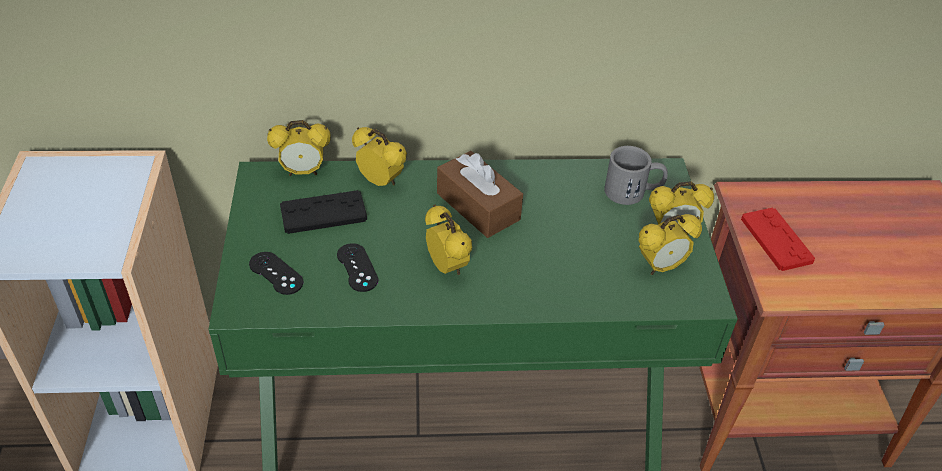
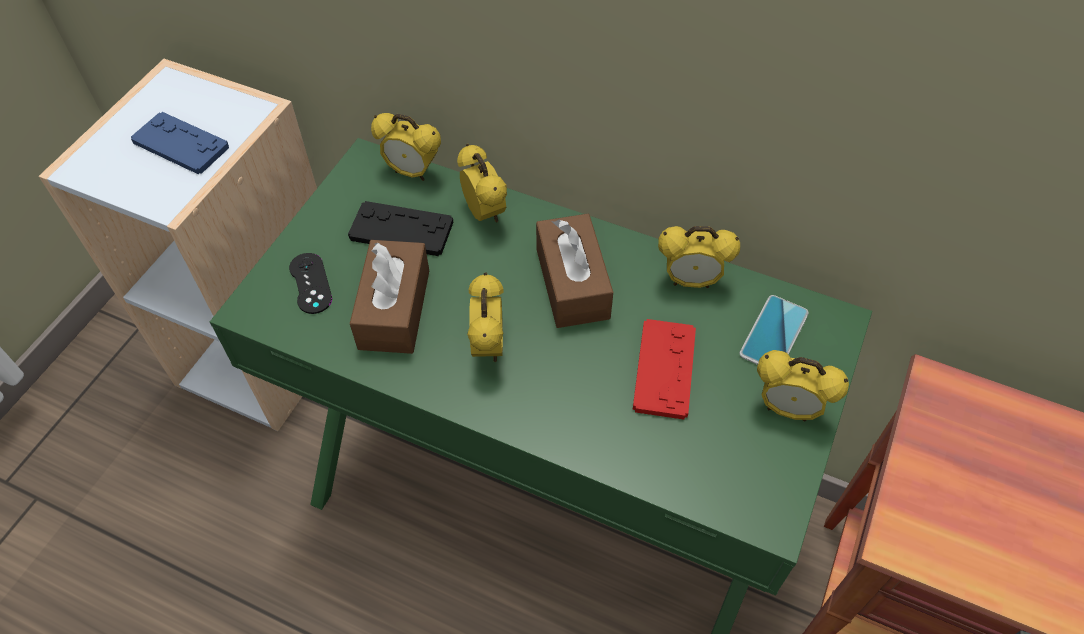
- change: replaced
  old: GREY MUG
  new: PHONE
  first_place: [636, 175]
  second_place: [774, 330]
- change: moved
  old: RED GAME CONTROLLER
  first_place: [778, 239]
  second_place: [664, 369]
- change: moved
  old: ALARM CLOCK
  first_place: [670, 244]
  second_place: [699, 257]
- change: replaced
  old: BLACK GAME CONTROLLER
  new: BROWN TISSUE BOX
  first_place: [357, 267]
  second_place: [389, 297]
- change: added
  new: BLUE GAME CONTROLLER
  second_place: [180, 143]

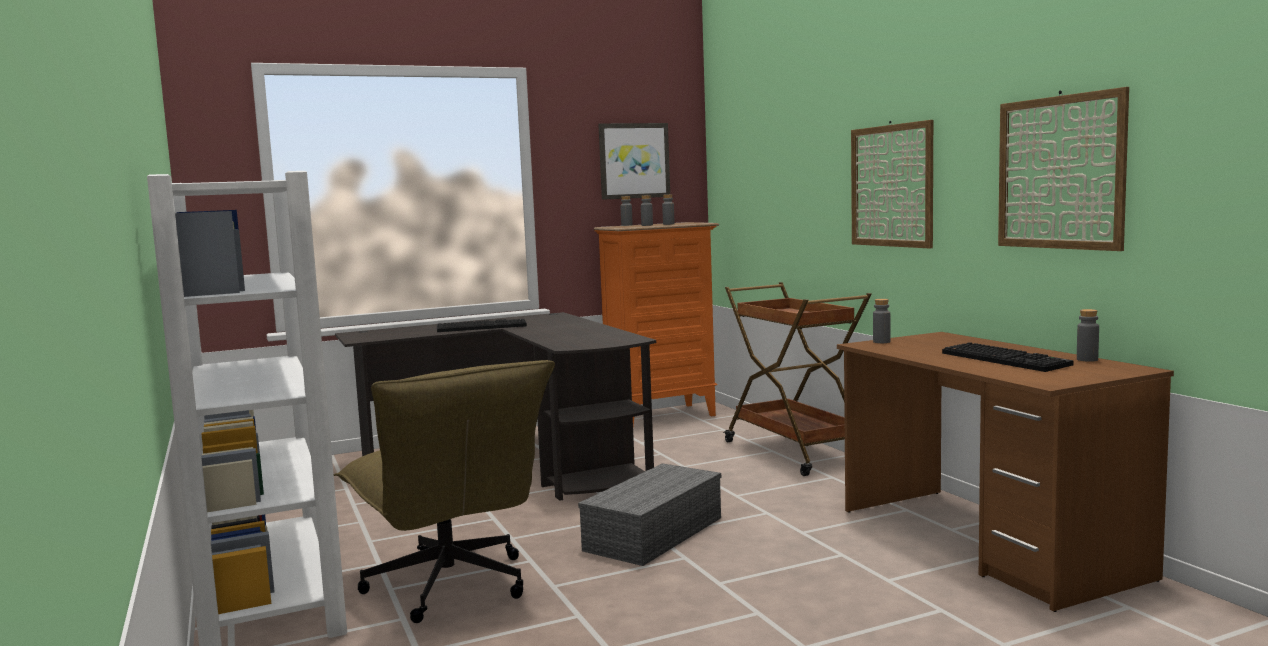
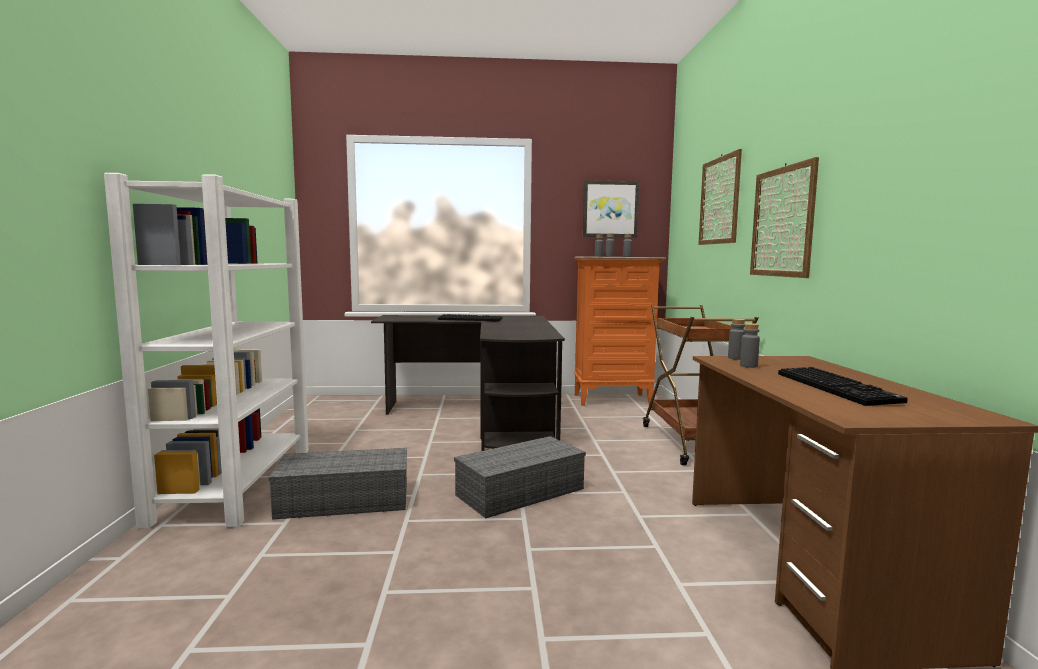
- change: moved
  old: PICTURE
  first_place: [1063, 169]
  second_place: [720, 197]
- change: moved
  old: GREY BOTTLE
  first_place: [1088, 335]
  second_place: [750, 345]
- change: replaced
  old: BEIGE OFFICE CHAIR
  new: GREY STORAGE BOX
  first_place: [444, 491]
  second_place: [337, 484]

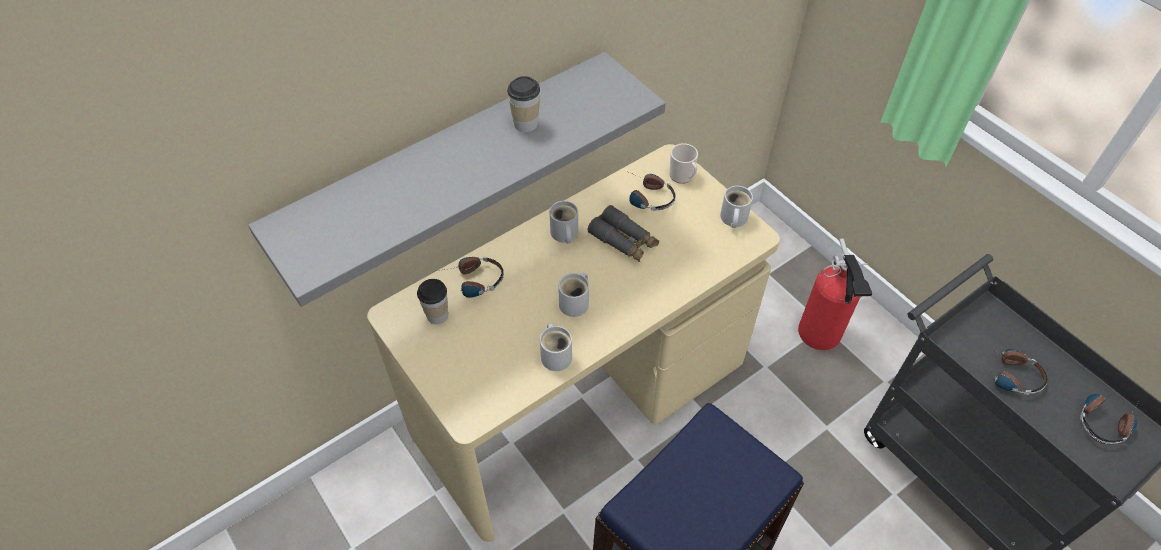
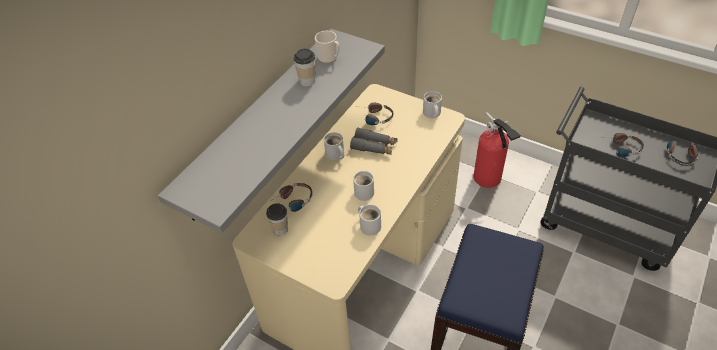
- change: moved
  old: MUG
  first_place: [684, 163]
  second_place: [327, 47]

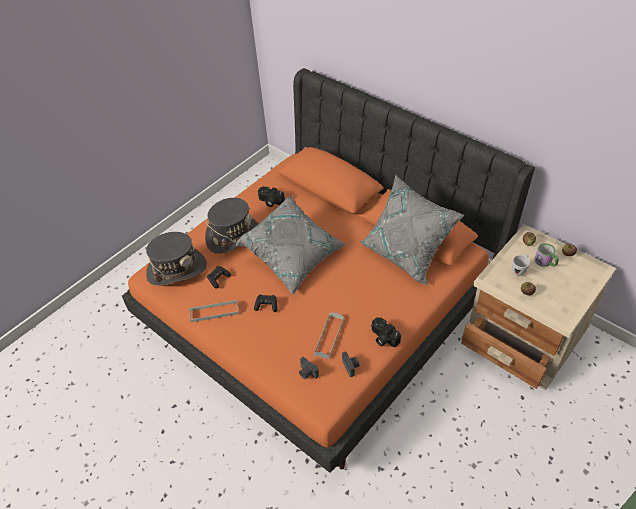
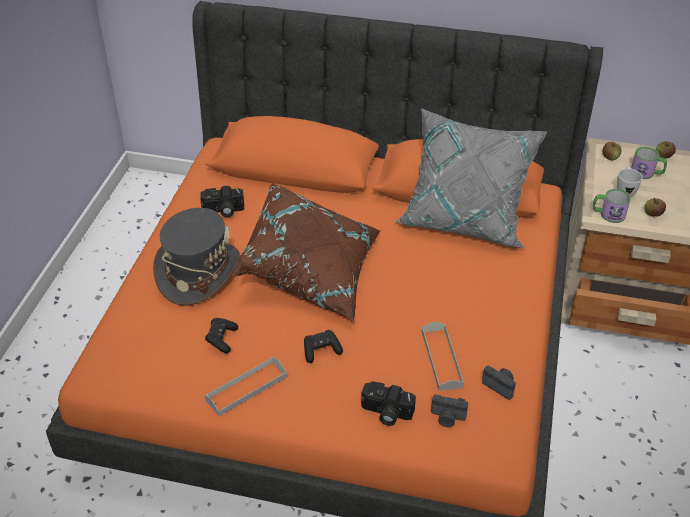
- change: recoloured
  old: GREY PILLOW
  new: BROWN PILLOW
  first_place: [290, 245]
  second_place: [307, 252]
- change: removed
  old: GREY HAT
  first_place: [176, 259]
- change: moved
  old: PHOTO CAMERA
  first_place: [386, 332]
  second_place: [388, 403]
- change: added
  new: MUG
  second_place: [612, 206]

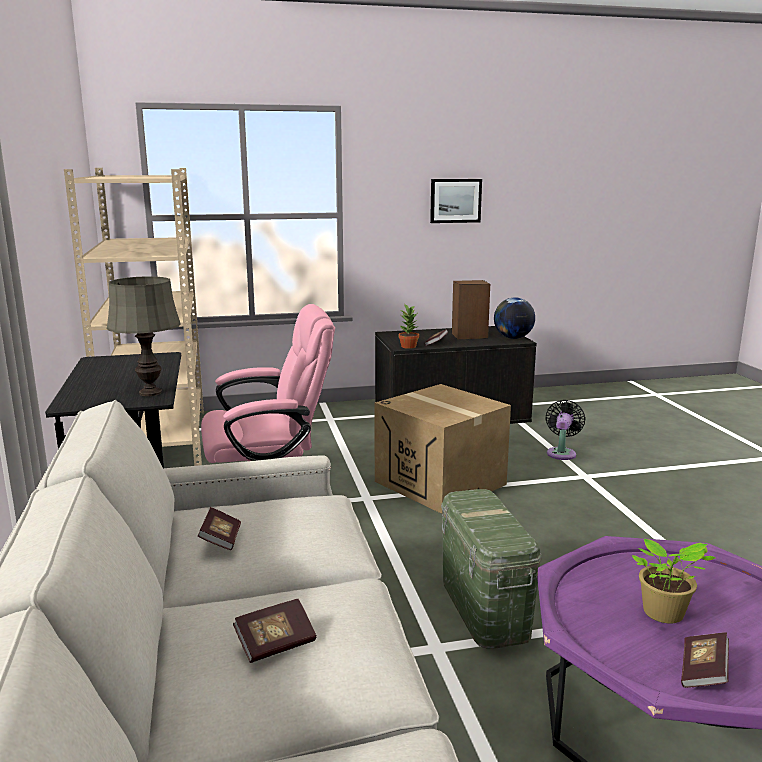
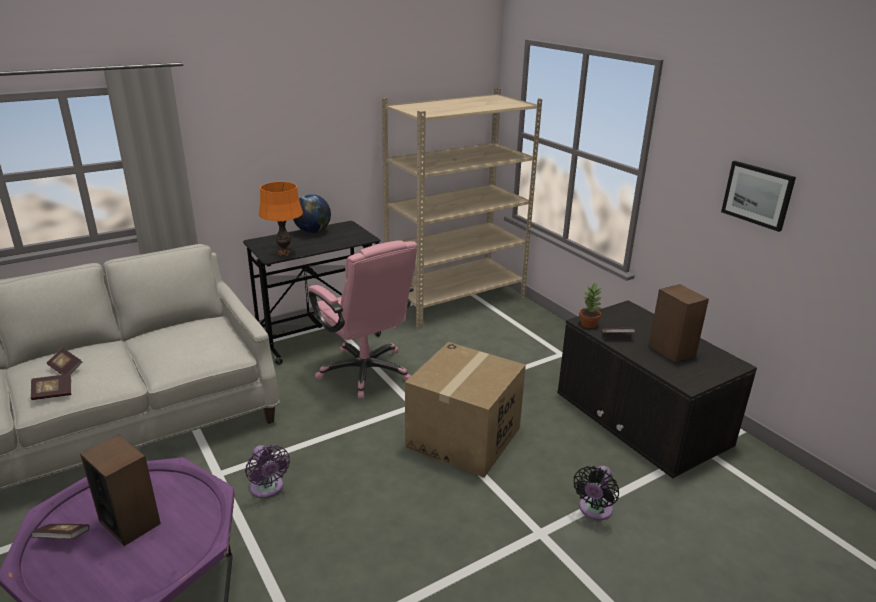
- change: recoloured
  old: GREY TABLE LAMP
  new: ORANGE TABLE LAMP
  first_place: [144, 336]
  second_place: [281, 219]
- change: moved
  old: GLOBE
  first_place: [514, 318]
  second_place: [312, 213]
- change: turned
  old: BLACK FAN
  first_place: [565, 430]
  second_place: [596, 493]
  degrees: 120
- change: replaced
  old: GREEN STORAGE BOX
  new: PURPLE FAN
  first_place: [491, 569]
  second_place: [267, 471]
- change: moved
  old: BOOK
  first_place: [219, 528]
  second_place: [51, 387]
- change: replaced
  old: POTTED PLANT
  new: SPEAKER
  first_place: [673, 581]
  second_place: [120, 490]

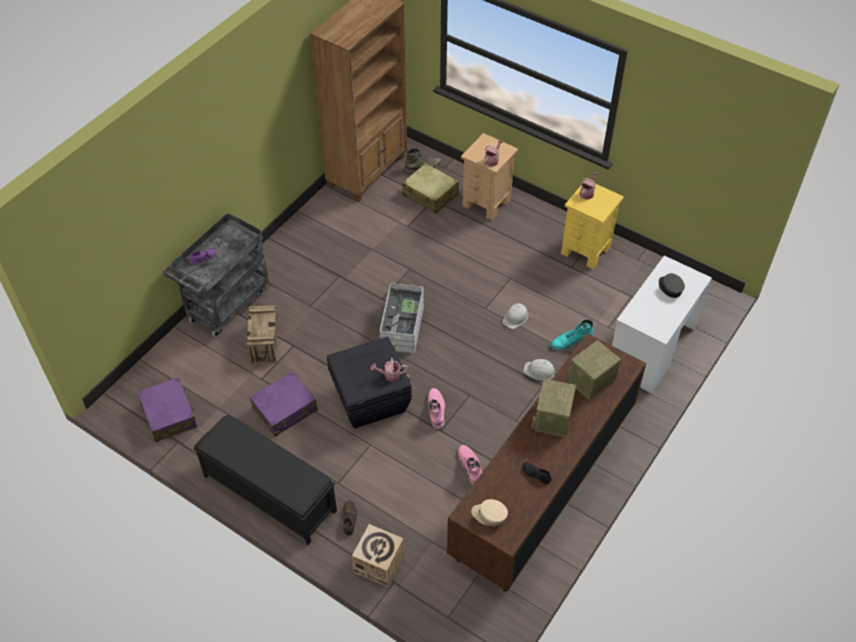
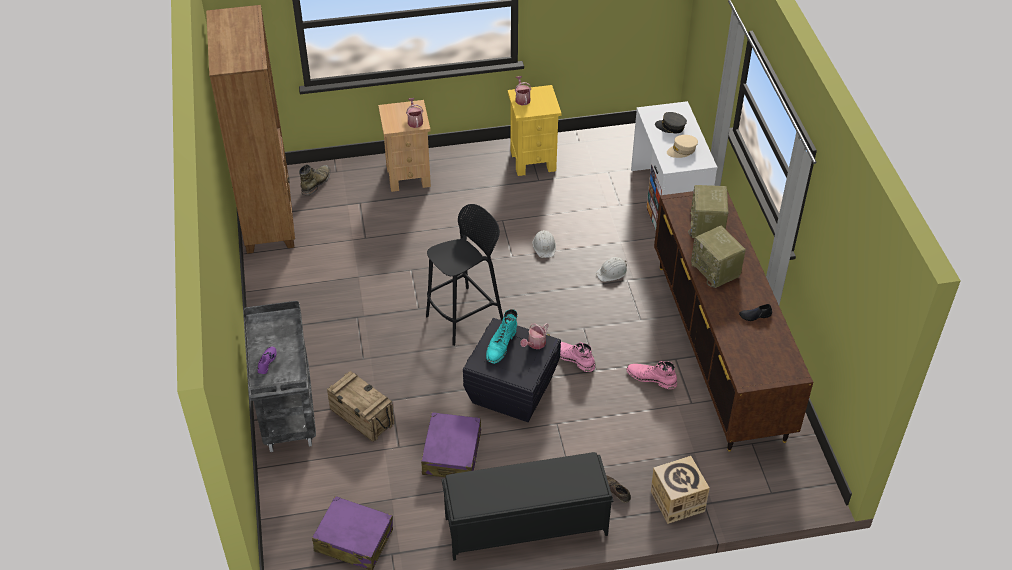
- change: removed
  old: BEIGE SUITCASE
  first_place: [430, 188]
- change: replaced
  old: GREY STORAGE BOX
  new: BLACK STOOL
  first_place: [402, 318]
  second_place: [464, 275]
- change: moved
  old: TURQUOISE BOOT
  first_place: [571, 334]
  second_place: [502, 336]
- change: moved
  old: BEIGE CAP
  first_place: [489, 512]
  second_place: [682, 146]

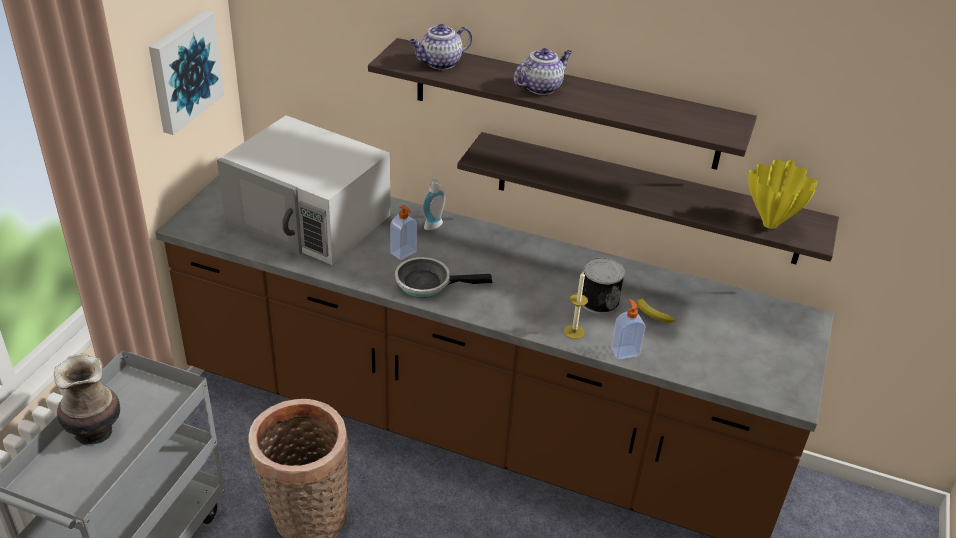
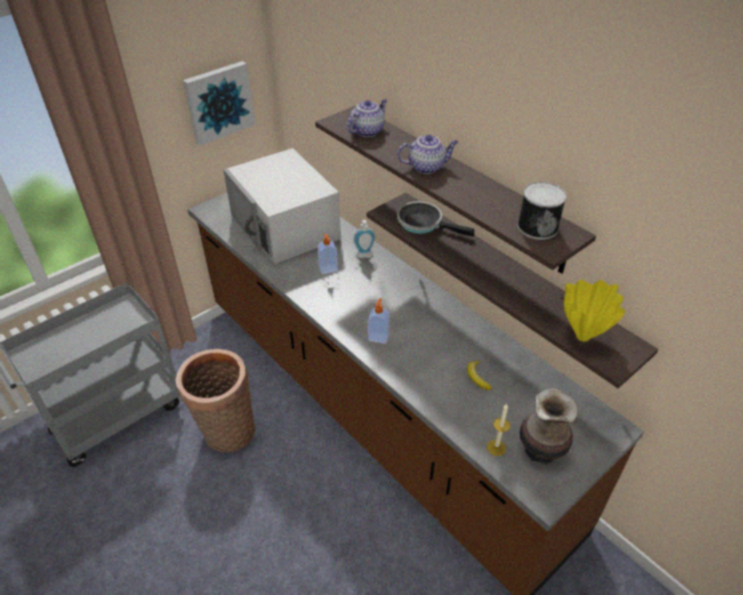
- change: turned
  old: TEAPOT
  first_place: [441, 47]
  second_place: [367, 118]
  degrees: 135
- change: moved
  old: FRYING PAN
  first_place: [443, 277]
  second_place: [435, 219]
- change: moved
  old: CAN
  first_place: [603, 285]
  second_place: [542, 211]
- change: moved
  old: CANDLE
  first_place: [576, 305]
  second_place: [498, 430]
- change: moved
  old: SOAP DISPENSER
  first_place: [628, 329]
  second_place: [379, 321]
- change: moved
  old: VASE
  first_place: [87, 399]
  second_place: [548, 426]

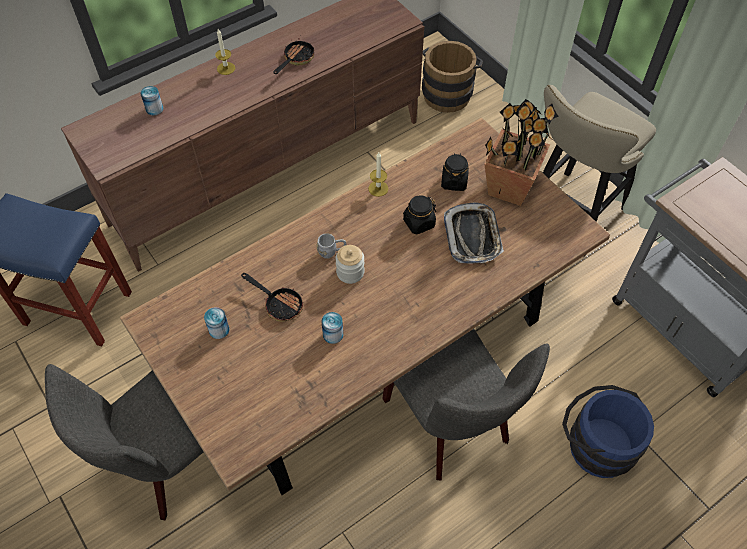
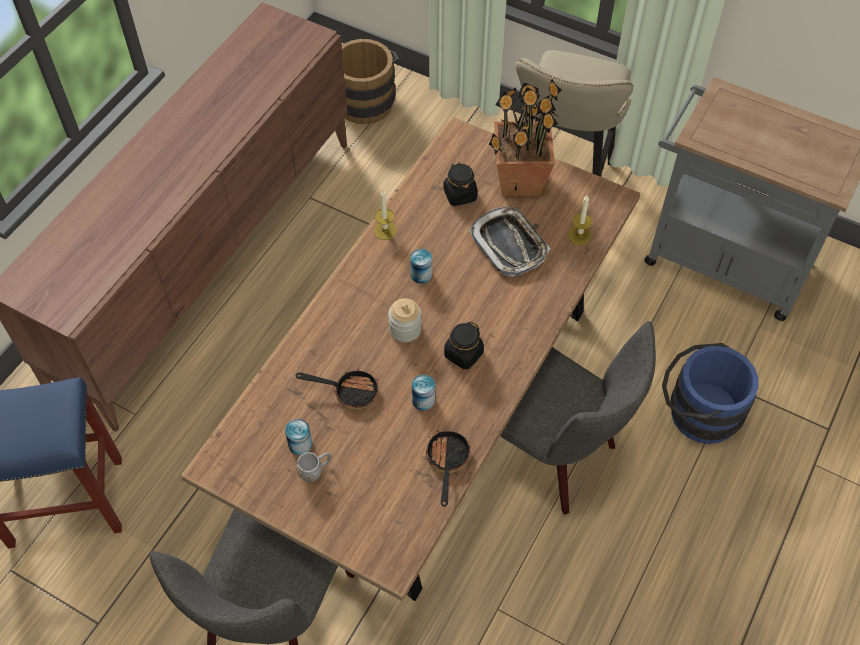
- change: moved
  old: CANDLE
  first_place: [225, 52]
  second_place: [580, 220]
- change: moved
  old: FRYING PAN
  first_place: [293, 56]
  second_place: [448, 468]
- change: moved
  old: CAN
  first_place: [151, 101]
  second_place: [421, 266]
- change: moved
  old: BLACK JAR
  first_place: [419, 215]
  second_place: [464, 345]
- change: moved
  old: GREY MUG
  first_place: [331, 246]
  second_place: [314, 467]

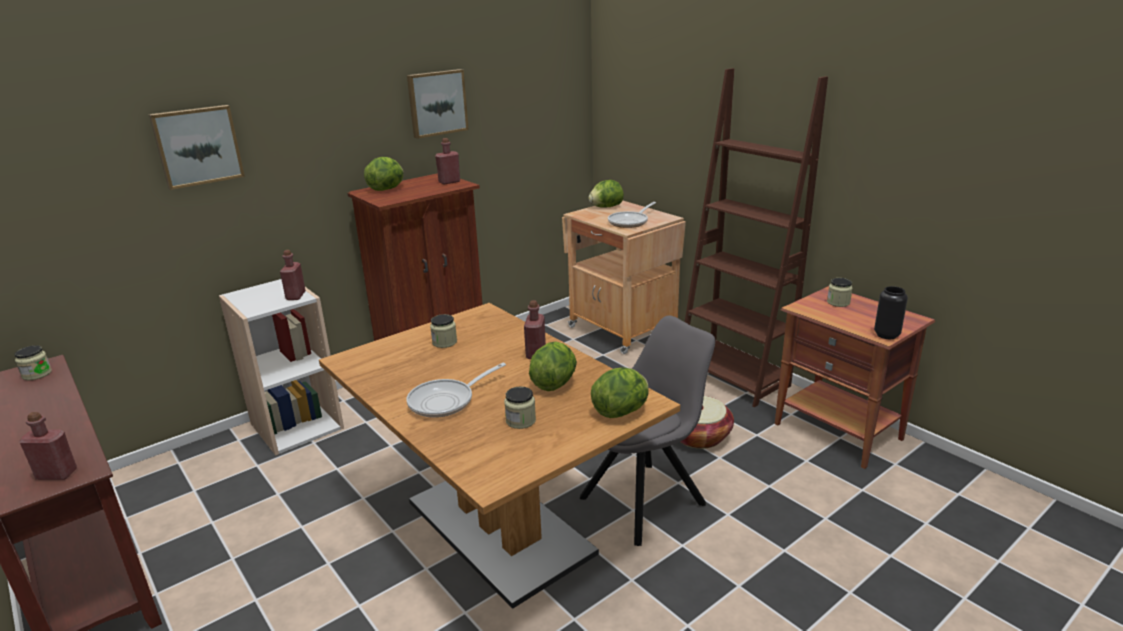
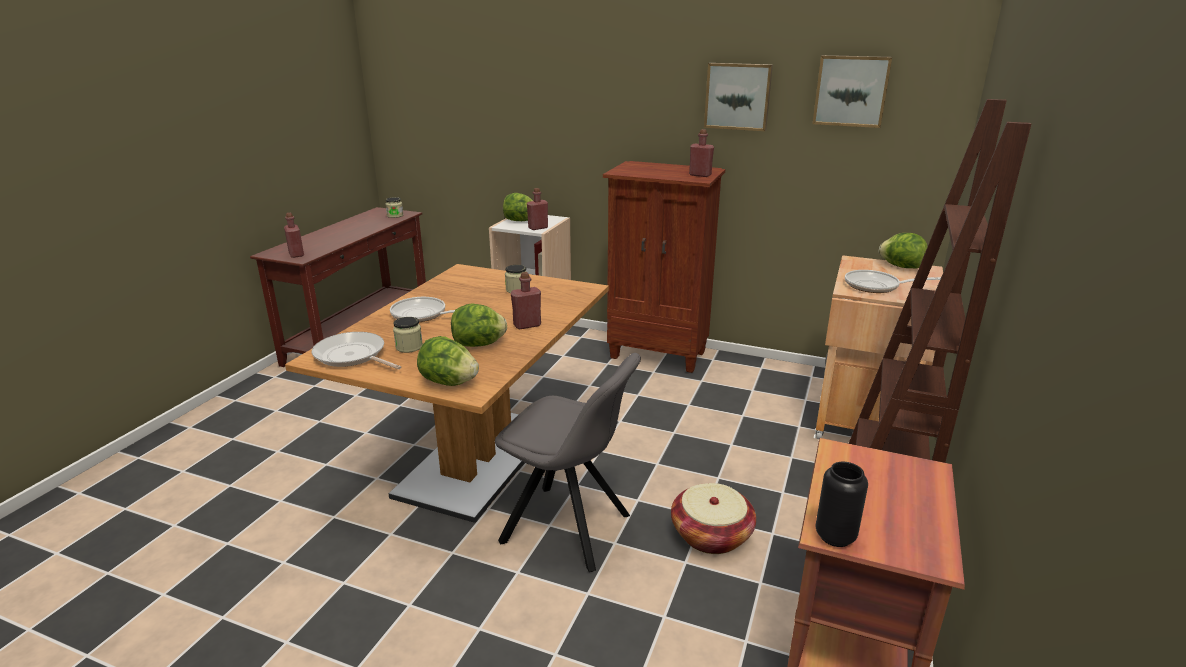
- change: moved
  old: PICTURE
  first_place: [197, 147]
  second_place: [852, 91]
- change: moved
  old: LETTUCE
  first_place: [384, 174]
  second_place: [518, 207]
- change: removed
  old: JAR
  first_place: [840, 292]
- change: added
  new: FRYING PAN
  second_place: [356, 350]

